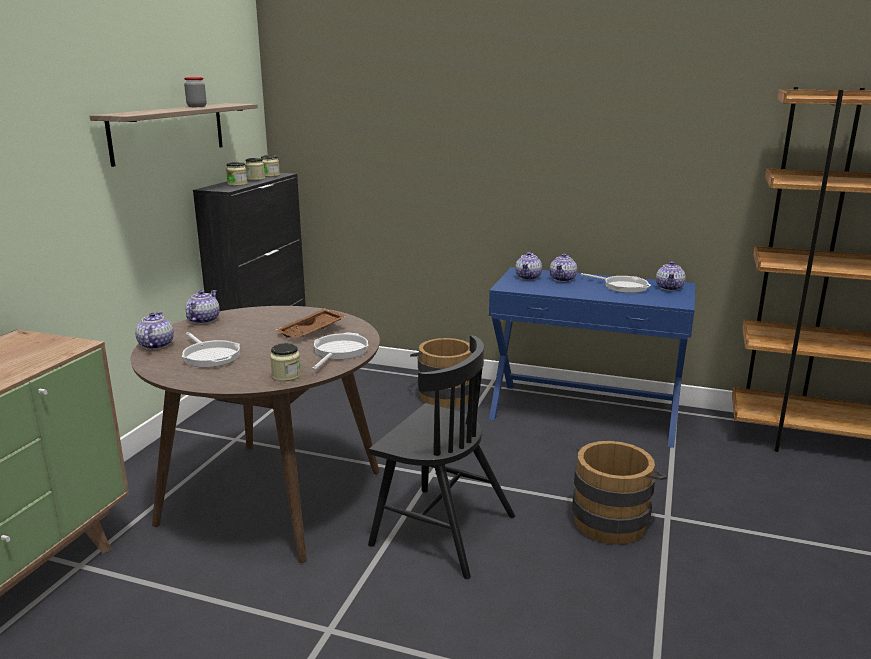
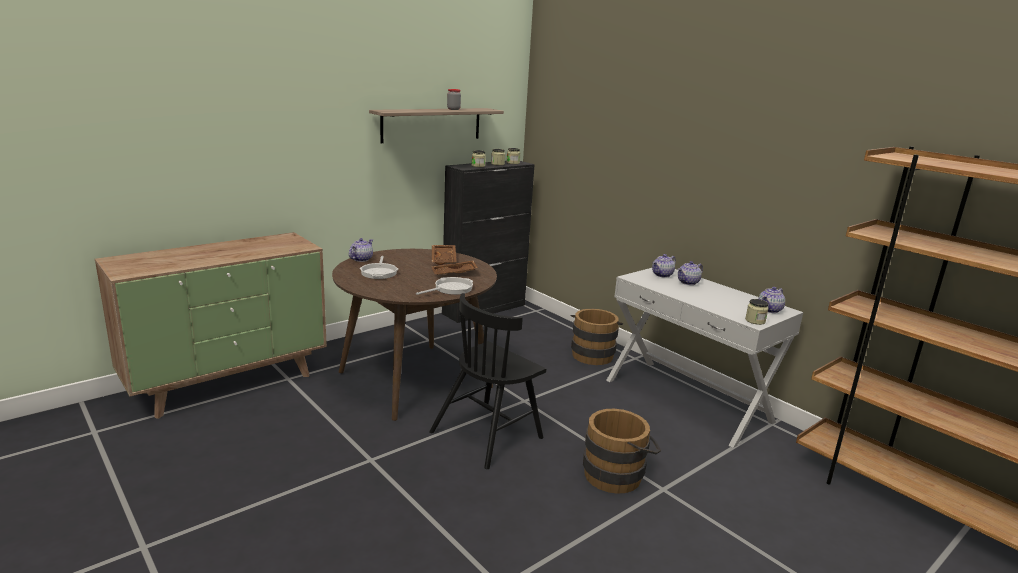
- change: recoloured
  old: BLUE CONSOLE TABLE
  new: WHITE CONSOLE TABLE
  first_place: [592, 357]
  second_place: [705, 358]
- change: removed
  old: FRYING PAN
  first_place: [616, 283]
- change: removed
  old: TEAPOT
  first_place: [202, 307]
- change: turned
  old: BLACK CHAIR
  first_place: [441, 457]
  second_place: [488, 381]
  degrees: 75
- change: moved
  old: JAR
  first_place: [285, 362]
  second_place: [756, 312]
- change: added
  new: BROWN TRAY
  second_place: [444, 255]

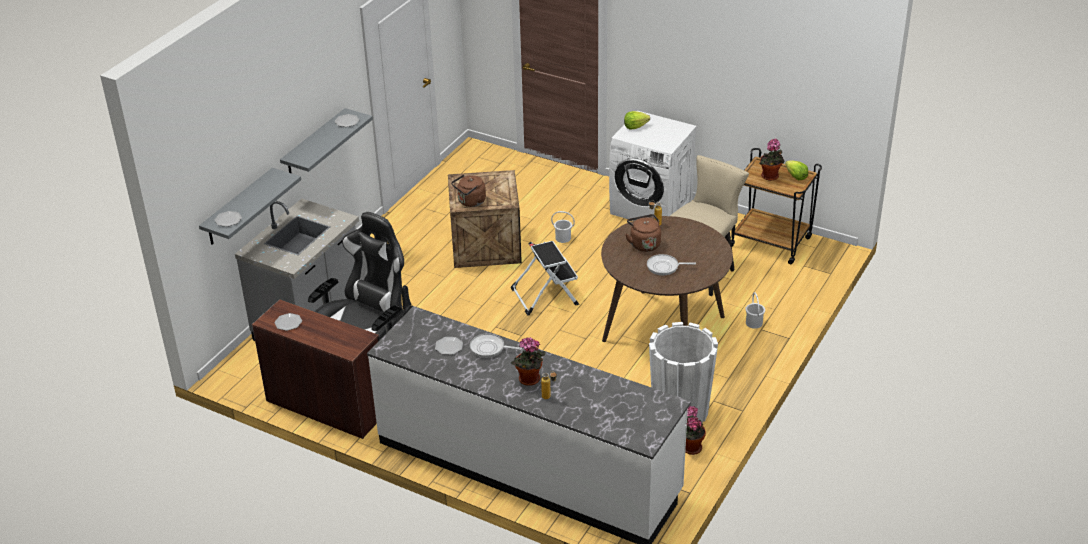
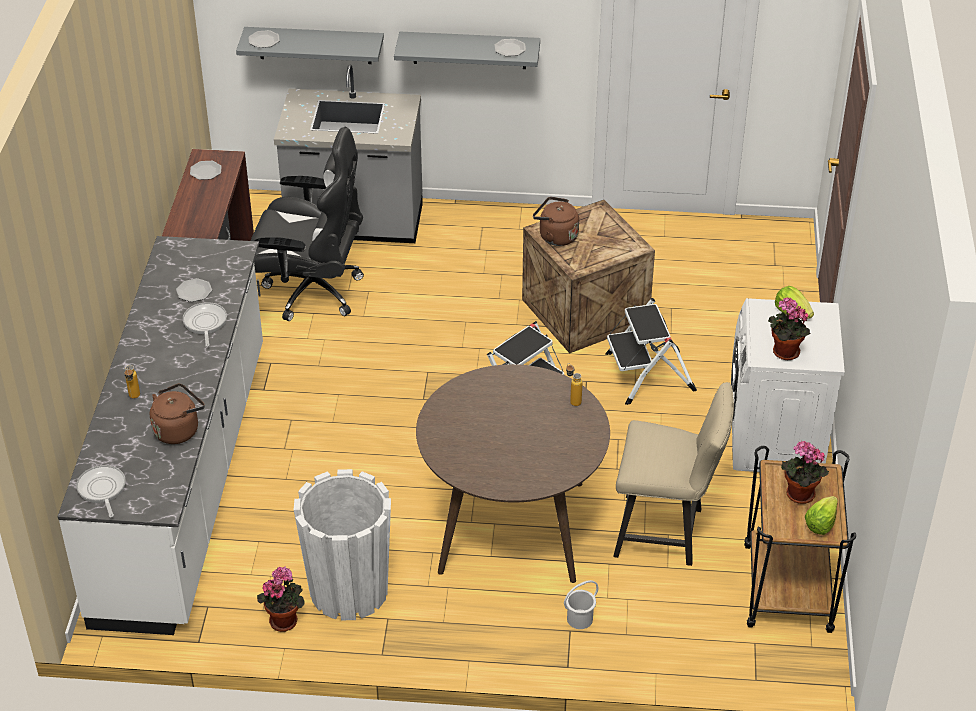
- change: replaced
  old: WHITE BUCKET
  new: STEP LADDER
  first_place: [563, 227]
  second_place: [651, 351]
- change: moved
  old: BROWN KETTLE
  first_place: [643, 233]
  second_place: [177, 414]
- change: moved
  old: FRYING PAN
  first_place: [671, 264]
  second_place: [101, 491]
- change: moved
  old: POTTED PLANT
  first_place: [528, 361]
  second_place: [789, 328]

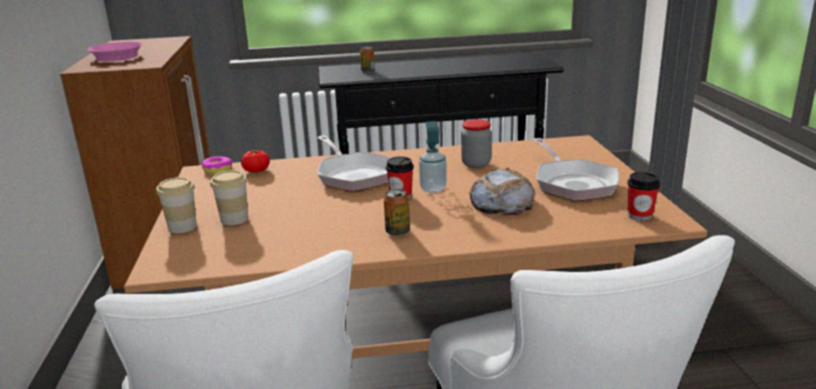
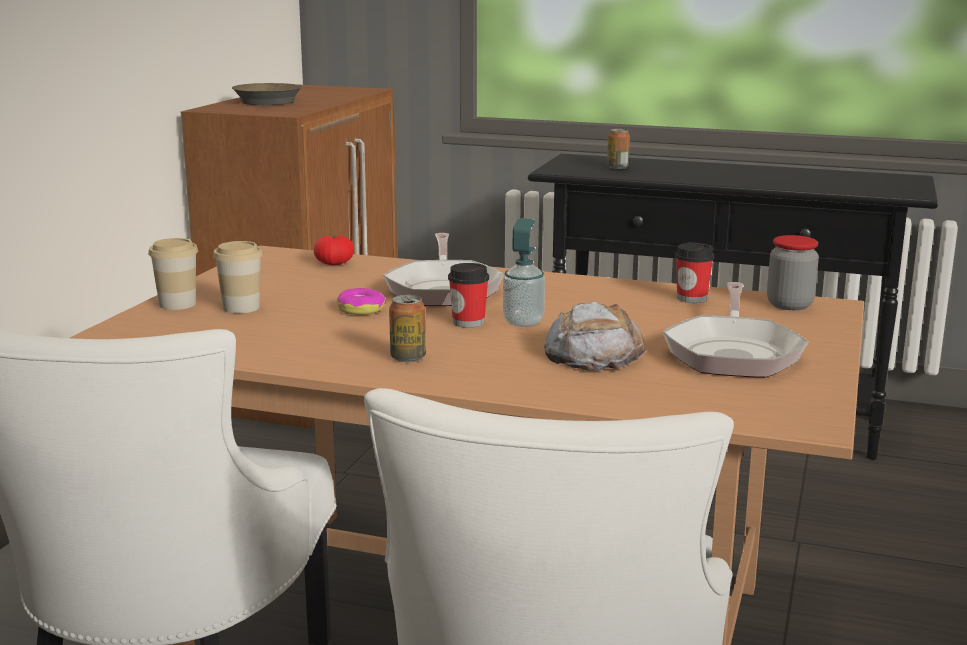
- change: recoloured
  old: PINK FRYING PAN
  new: BROWN FRYING PAN
  first_place: [115, 51]
  second_place: [267, 94]
- change: moved
  old: JAR
  first_place: [476, 143]
  second_place: [793, 272]
- change: moved
  old: DONUT
  first_place: [217, 165]
  second_place: [361, 301]
- change: moved
  old: CUP
  first_place: [643, 196]
  second_place: [694, 273]

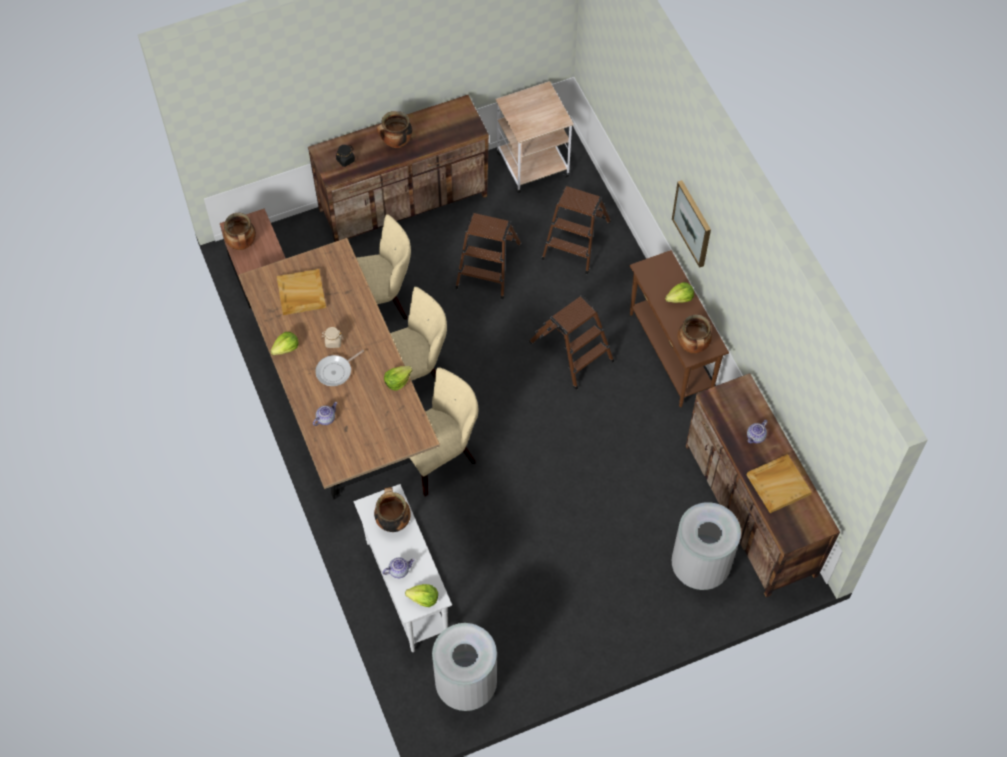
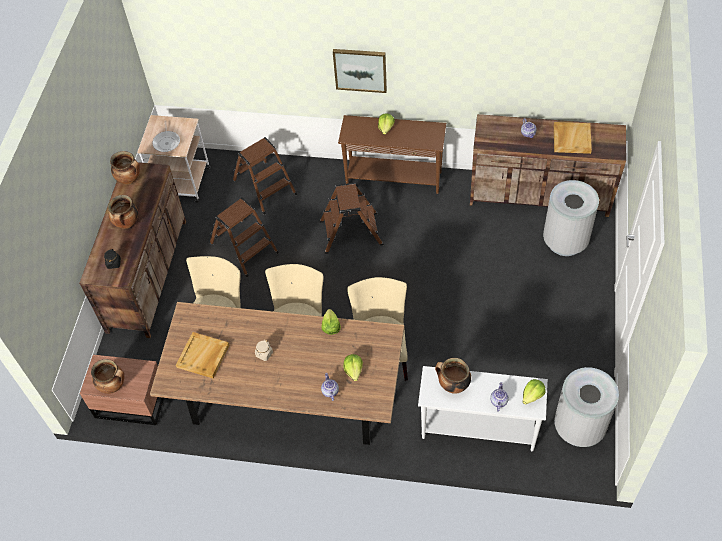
- change: moved
  old: COOKING POT
  first_place: [694, 333]
  second_place: [125, 167]
- change: moved
  old: LETTUCE
  first_place: [284, 343]
  second_place: [353, 367]
- change: moved
  old: FRYING PAN
  first_place: [339, 368]
  second_place: [166, 136]

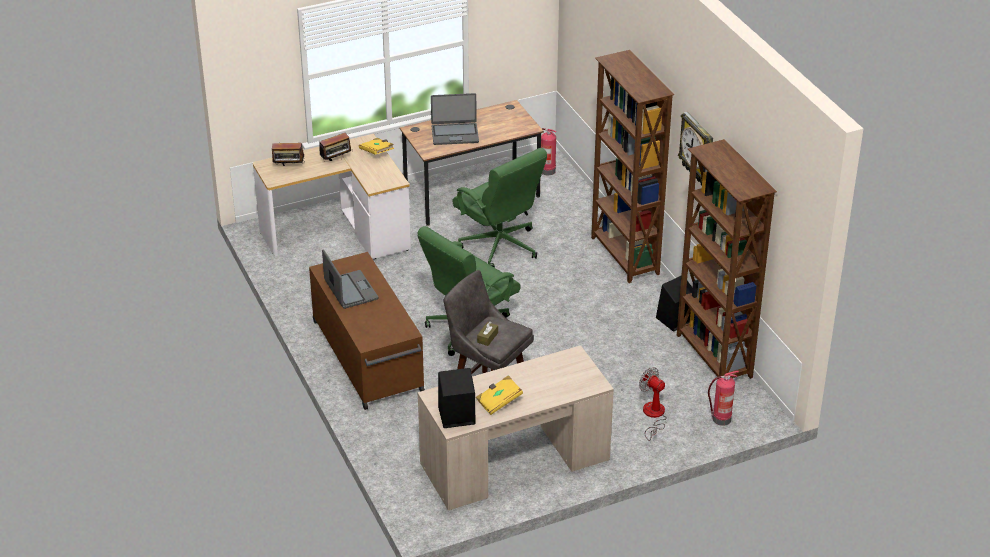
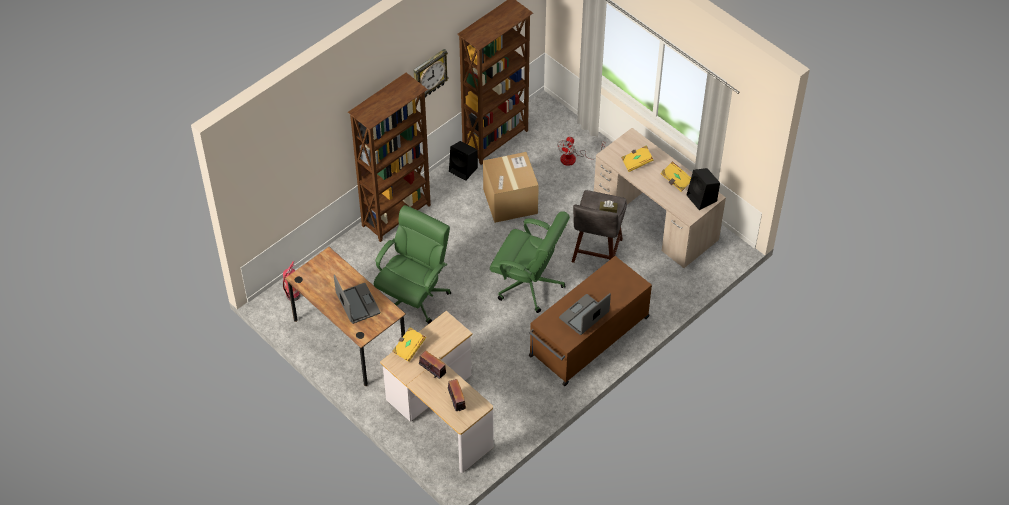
- change: removed
  old: FIRE EXTINGUISHER
  first_place: [723, 398]
- change: added
  new: YELLOW BOOK
  second_place: [637, 158]
- change: added
  new: CARDBOARD BOX
  second_place: [511, 187]

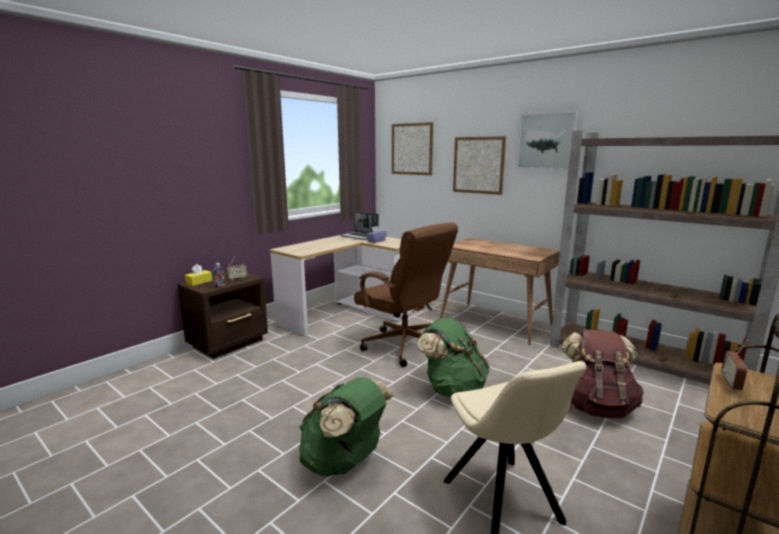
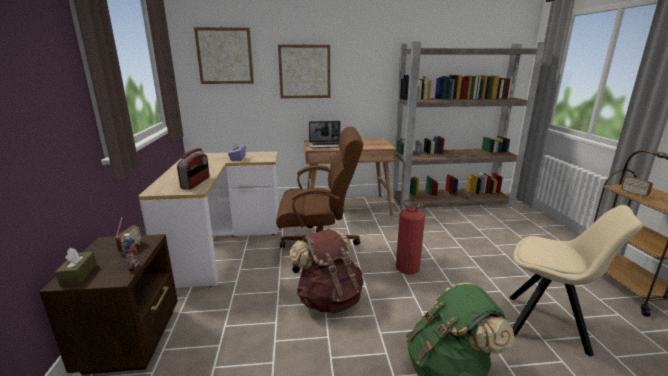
- change: removed
  old: PICTURE
  first_place: [547, 140]
- change: moved
  old: LAPTOP
  first_place: [359, 225]
  second_place: [325, 134]
- change: recoloured
  old: YELLOW TISSUE BOX
  new: BROWN TISSUE BOX
  first_place: [198, 275]
  second_place: [76, 267]
- change: replaced
  old: GREEN BACKPACK
  new: FIRE EXTINGUISHER
  first_place: [453, 357]
  second_place: [410, 237]
- change: moved
  old: BROWN BACKPACK
  first_place: [603, 374]
  second_place: [326, 271]
- change: added
  new: RADIO
  second_place: [193, 168]

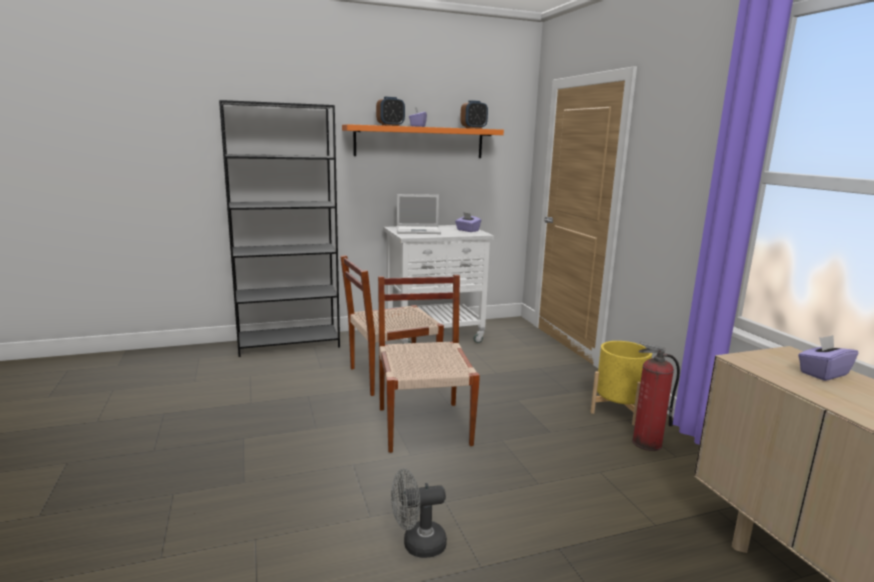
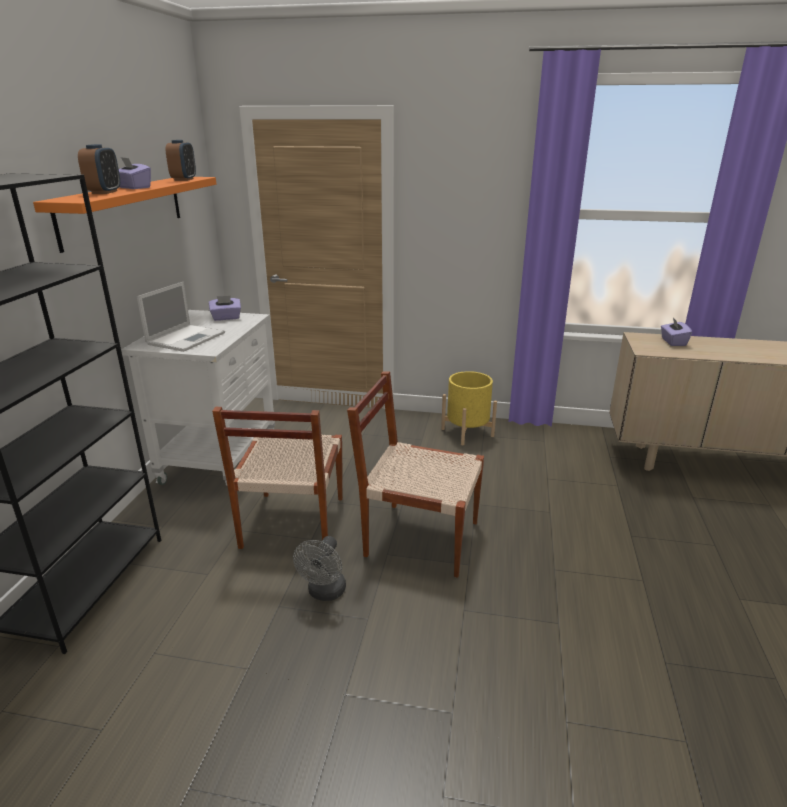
- change: removed
  old: FIRE EXTINGUISHER
  first_place: [656, 396]
- change: moved
  old: GREY FAN
  first_place: [419, 513]
  second_place: [319, 568]

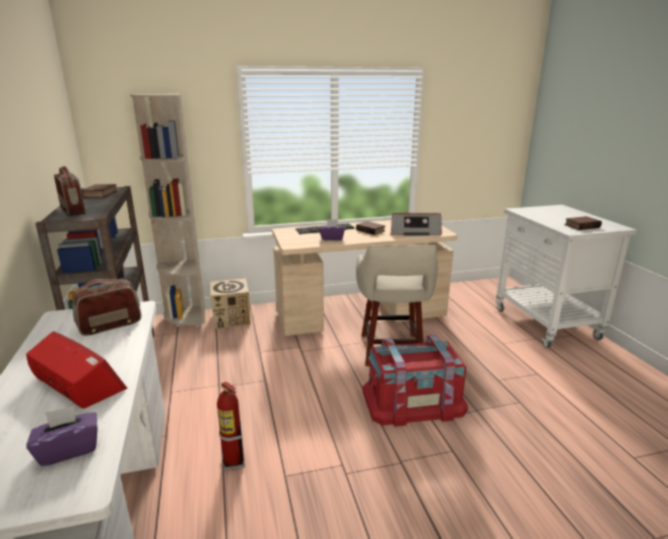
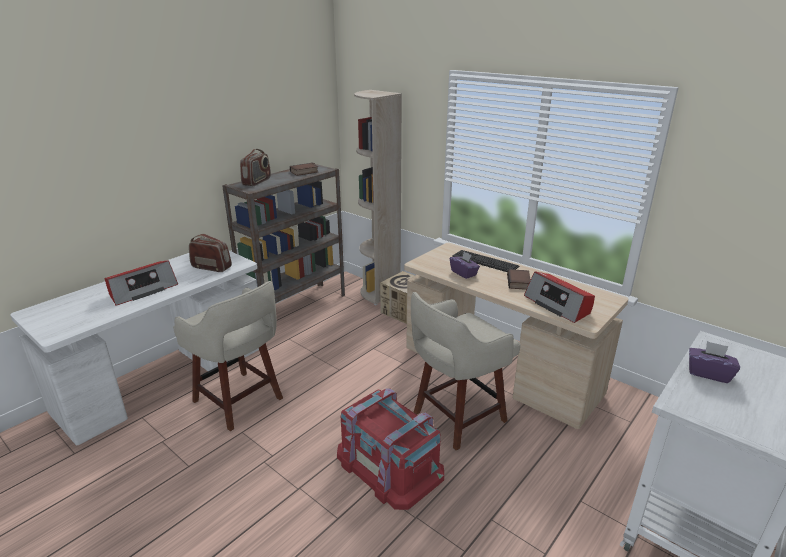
- change: removed
  old: BOOK
  first_place: [583, 223]
- change: turned
  old: RADIO
  first_place: [77, 370]
  second_place: [141, 283]
  degrees: 45
- change: replaced
  old: FIRE EXTINGUISHER
  new: BEIGE STOOL
  first_place: [231, 426]
  second_place: [228, 356]
- change: moved
  old: PURPLE TISSUE BOX
  first_place: [62, 436]
  second_place: [714, 362]

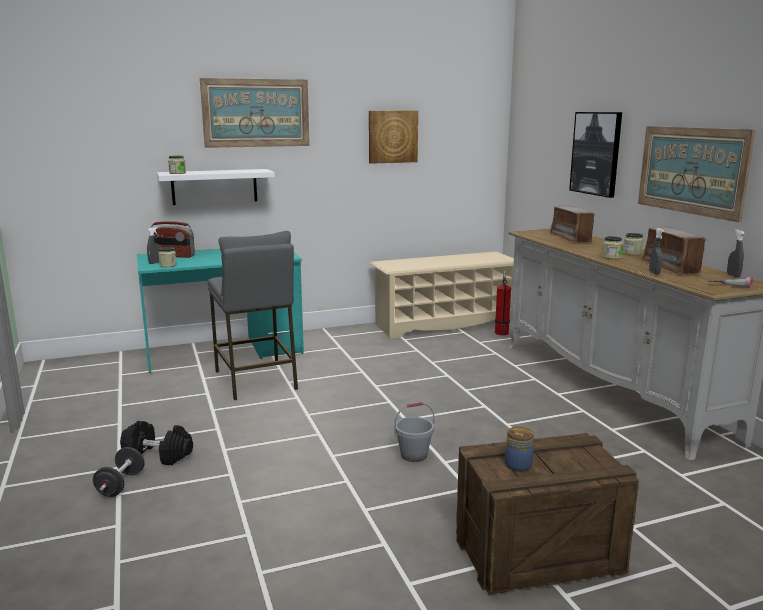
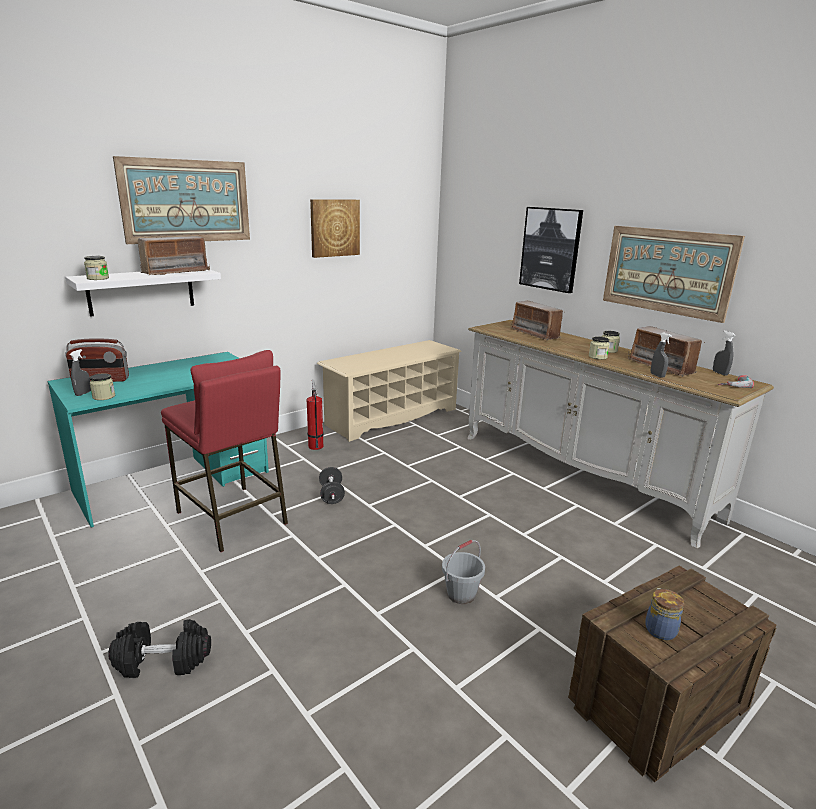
- change: recoloured
  old: GREY STOOL
  new: RED STOOL
  first_place: [252, 315]
  second_place: [224, 451]
- change: moved
  old: FIRE EXTINGUISHER
  first_place: [503, 303]
  second_place: [315, 415]
- change: moved
  old: BLACK DUMBBELL
  first_place: [119, 472]
  second_place: [332, 485]
- change: added
  new: RADIO
  second_place: [174, 255]

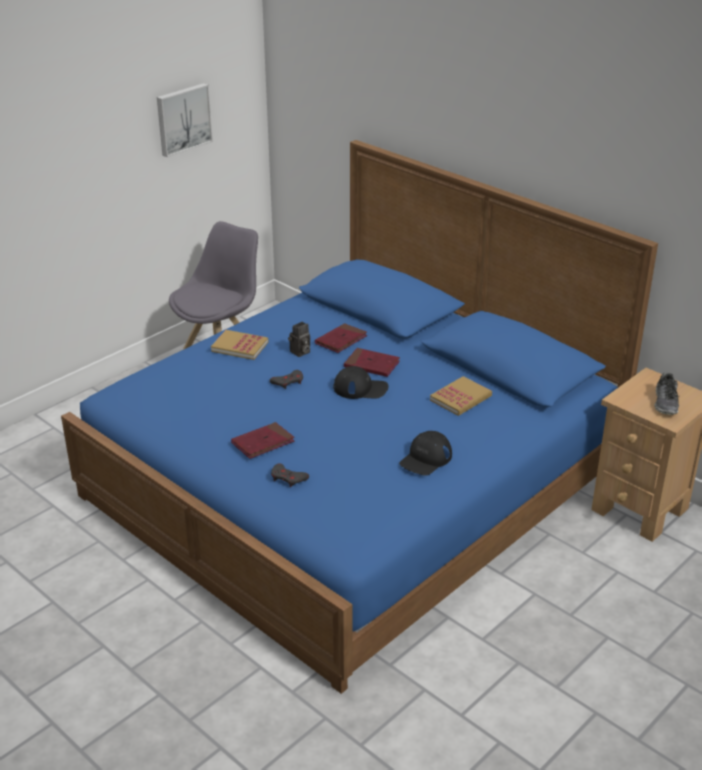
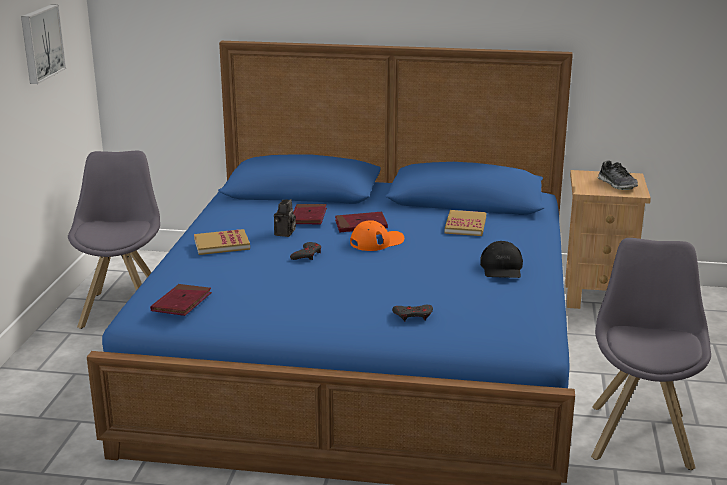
- change: recoloured
  old: BLACK CAP
  new: ORANGE CAP
  first_place: [361, 382]
  second_place: [377, 235]
- change: moved
  old: RED BOOK
  first_place: [262, 440]
  second_place: [181, 300]
- change: added
  new: GREY CHAIR
  second_place: [651, 354]

